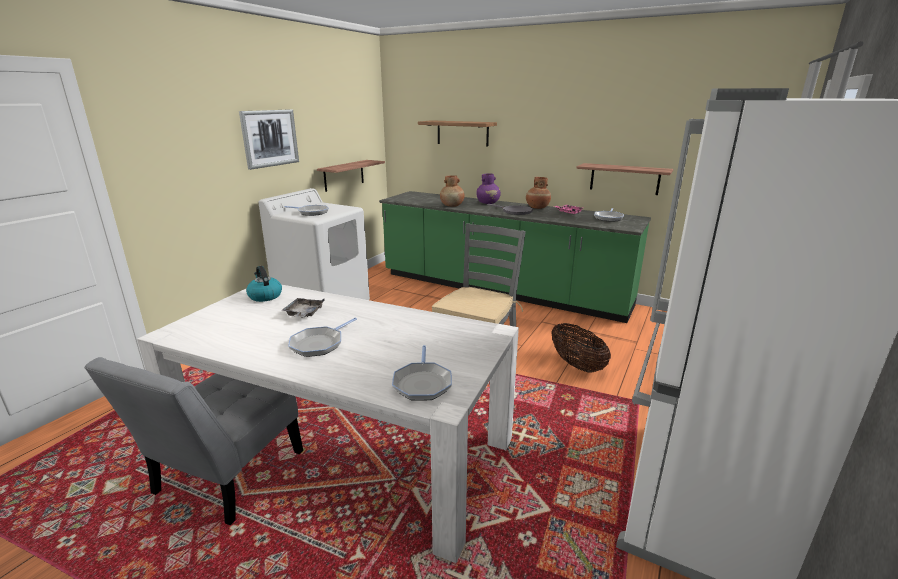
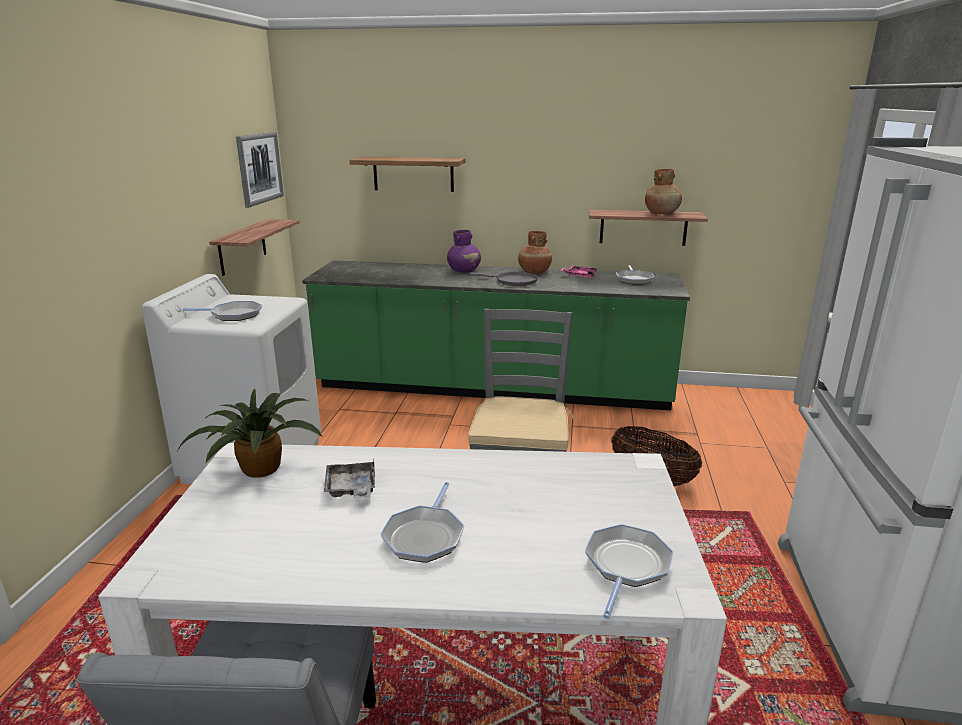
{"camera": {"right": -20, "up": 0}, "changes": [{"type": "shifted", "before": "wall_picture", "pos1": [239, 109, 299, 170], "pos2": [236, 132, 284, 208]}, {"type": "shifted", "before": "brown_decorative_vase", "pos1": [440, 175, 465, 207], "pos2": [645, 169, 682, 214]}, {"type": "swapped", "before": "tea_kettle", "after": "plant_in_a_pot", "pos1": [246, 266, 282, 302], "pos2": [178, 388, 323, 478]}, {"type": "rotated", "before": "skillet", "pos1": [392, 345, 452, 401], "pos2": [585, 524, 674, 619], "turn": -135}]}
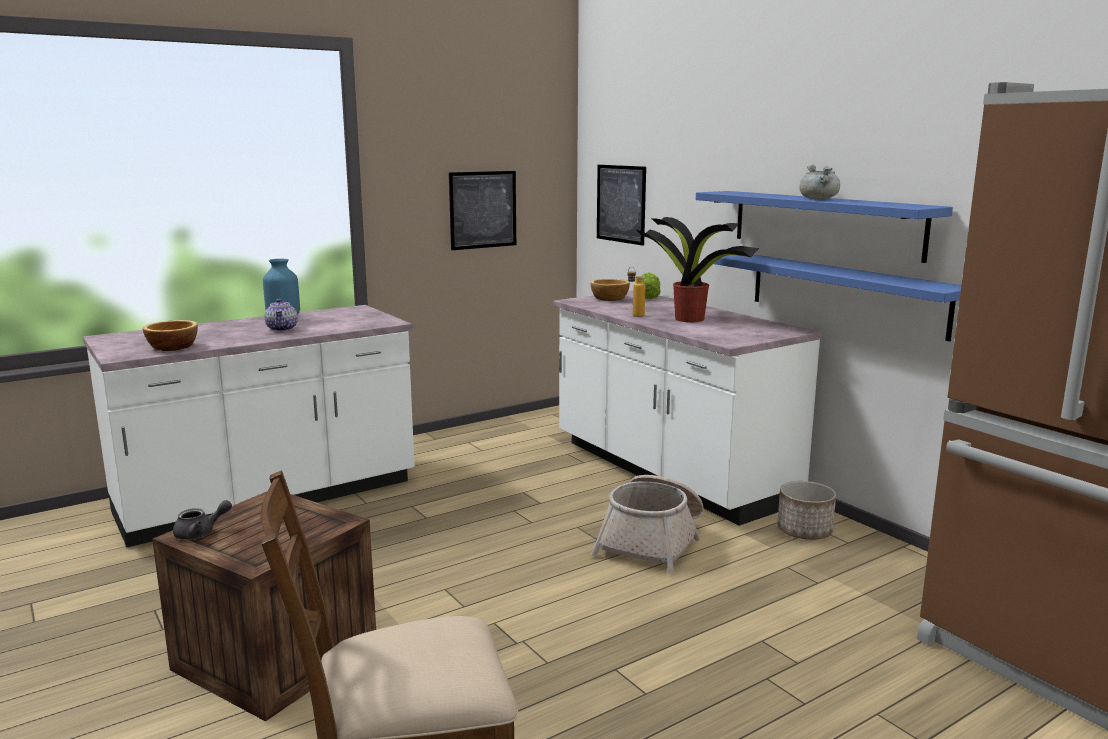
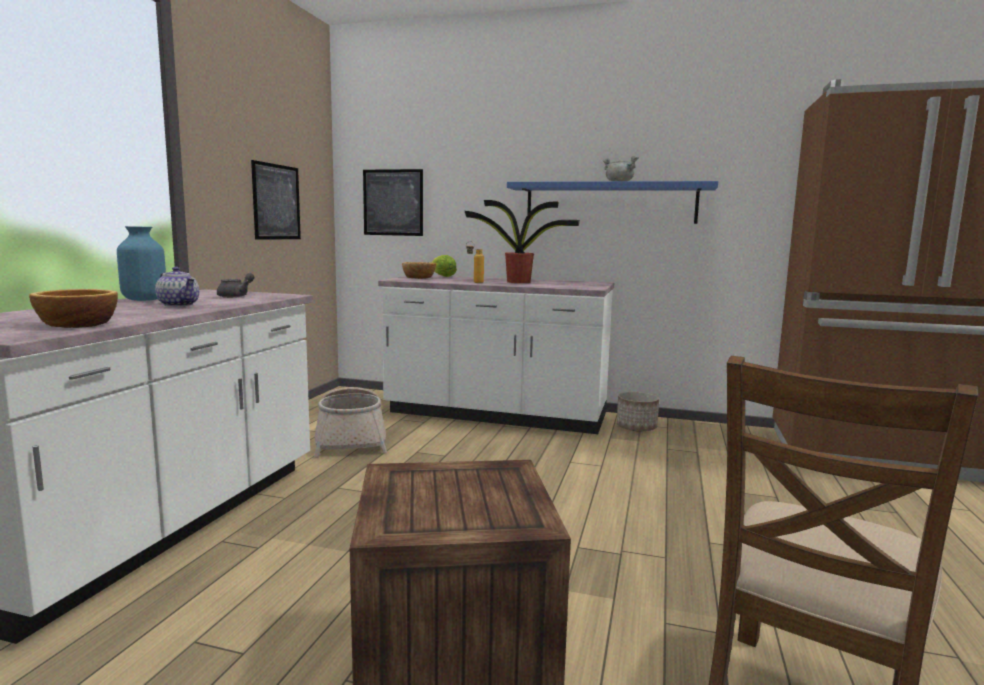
{"camera": {"right": -40, "up": -5}, "changes": [{"type": "gone", "before": "bluish_wall_shelf", "pos1": [714, 255, 961, 342]}, {"type": "shifted", "before": "gray_teapot", "pos1": [173, 500, 232, 540], "pos2": [217, 273, 254, 298]}, {"type": "shifted", "before": "storage_basket", "pos1": [591, 475, 704, 574], "pos2": [314, 387, 387, 458]}]}
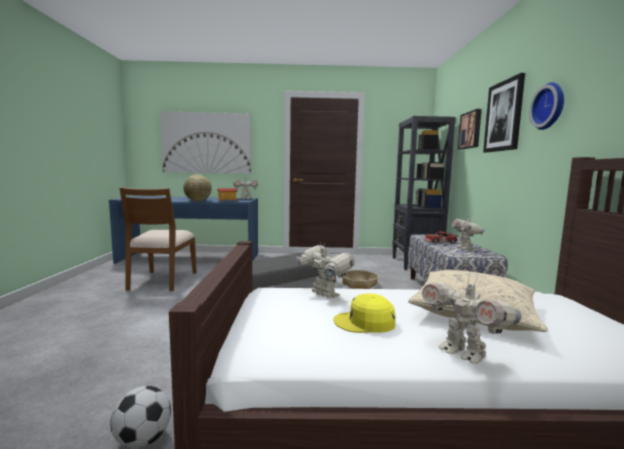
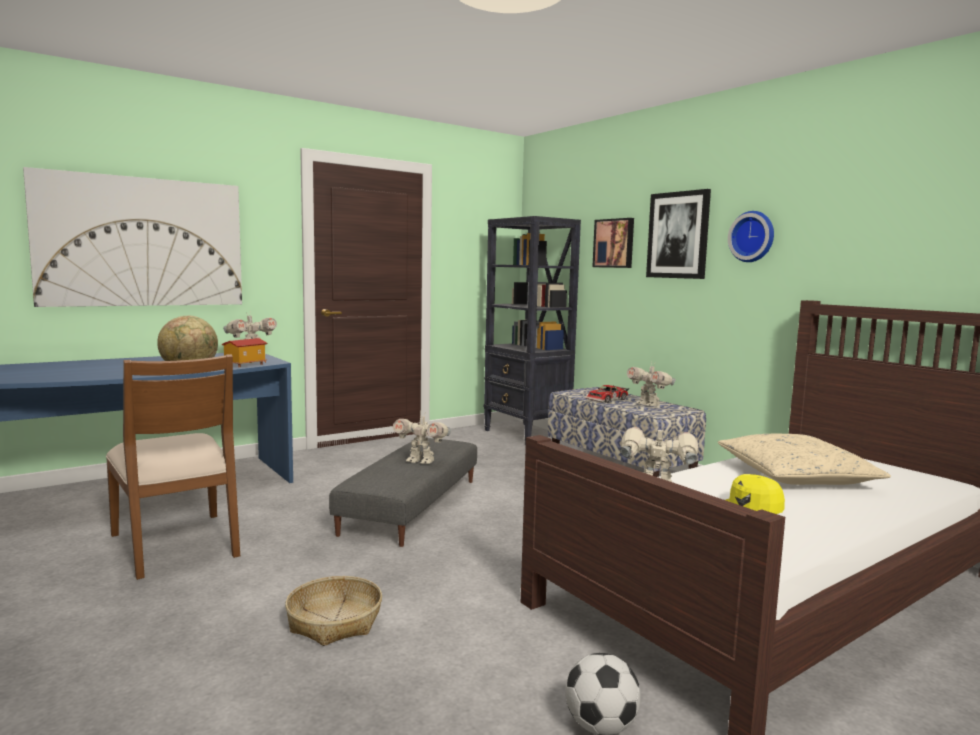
{"camera": {"right": -35, "up": 0}, "changes": [{"type": "shifted", "before": "storage_basket", "pos1": [342, 270, 378, 289], "pos2": [285, 576, 382, 646]}, {"type": "shifted", "before": "model_robot", "pos1": [422, 277, 522, 364], "pos2": [393, 411, 451, 464]}]}
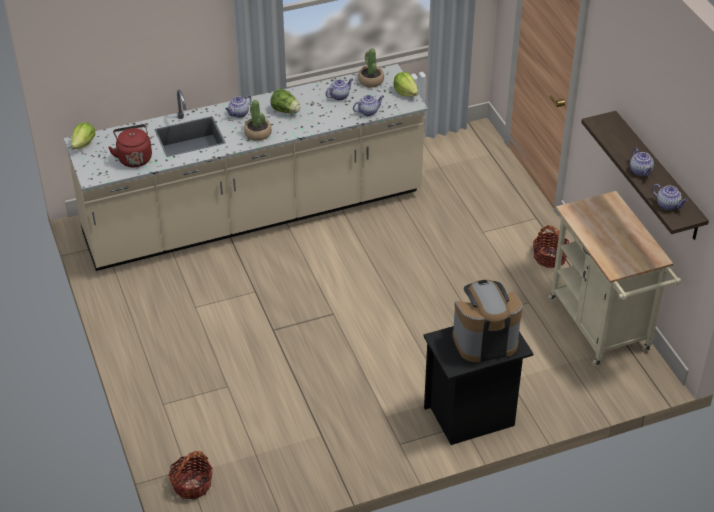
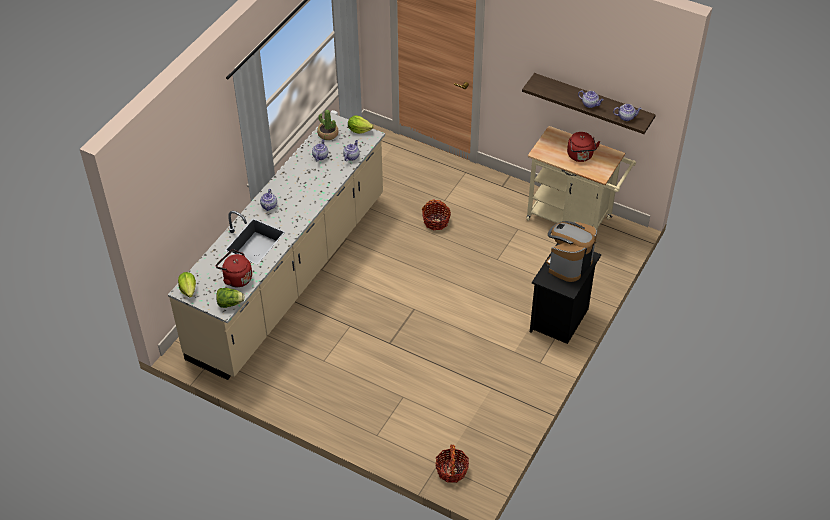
{"camera": {"right": -40, "up": 5}, "changes": [{"type": "gone", "before": "plant_in_a_pot", "pos1": [244, 100, 272, 141]}, {"type": "new", "after": "reddish_tea_kettle", "pos2": [567, 132, 600, 162]}, {"type": "shifted", "before": "lettuce_head", "pos1": [270, 88, 300, 113], "pos2": [216, 288, 245, 308]}, {"type": "shifted", "before": "storage_basket", "pos1": [533, 225, 569, 268], "pos2": [422, 199, 451, 230]}]}
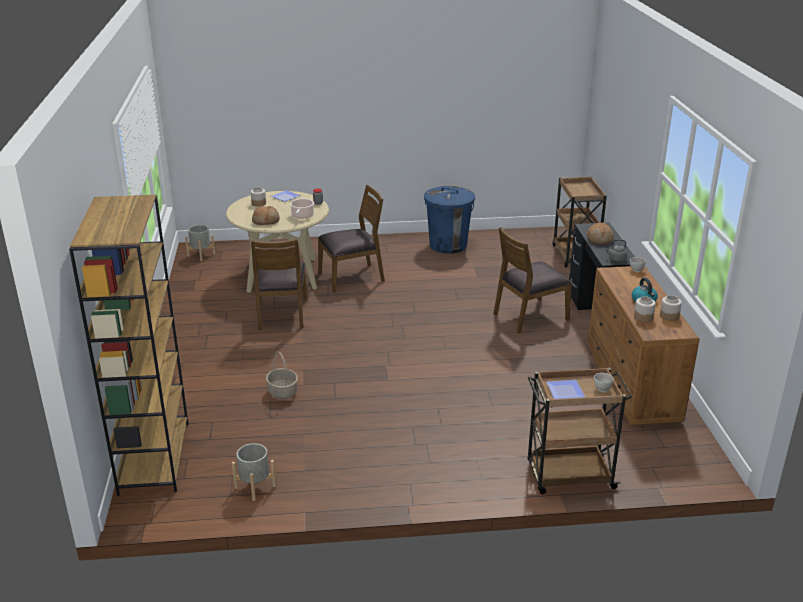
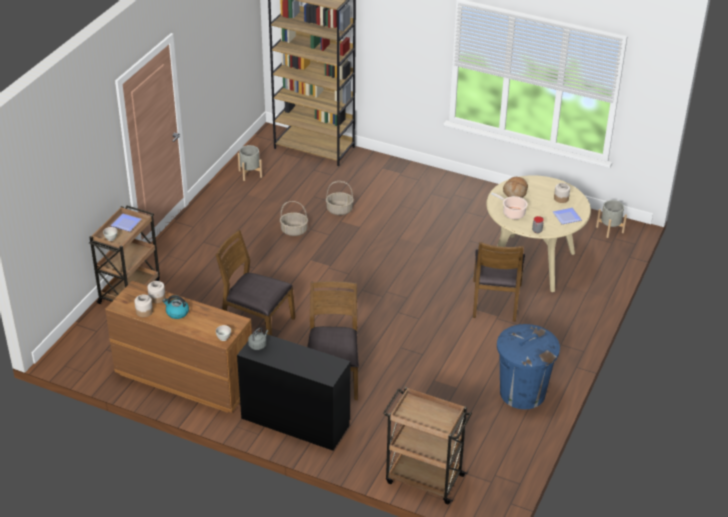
{"camera": {"right": 120, "up": 10}, "changes": [{"type": "gone", "before": "bakery_bread", "pos1": [587, 223, 614, 244]}, {"type": "new", "after": "storage_basket", "pos2": [280, 201, 308, 236]}, {"type": "shifted", "before": "brown_upright_chair", "pos1": [251, 238, 307, 330], "pos2": [216, 230, 295, 336]}]}
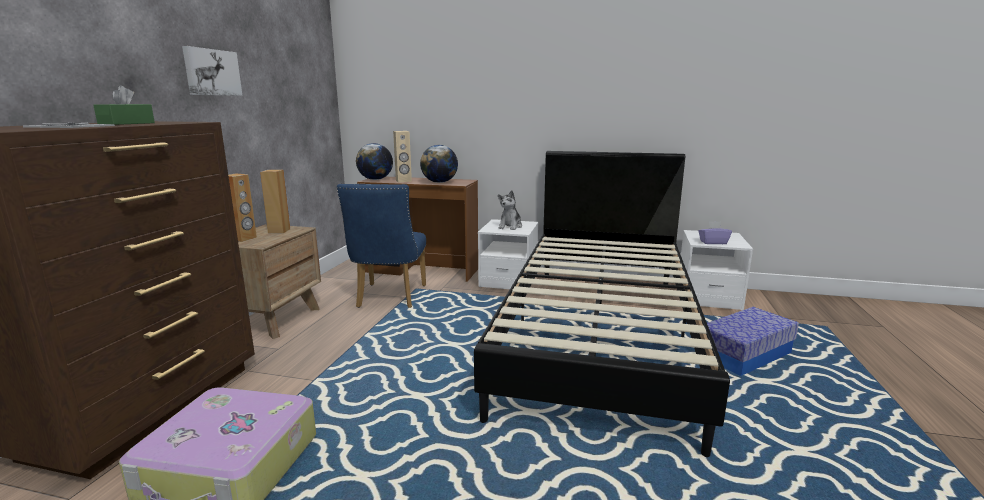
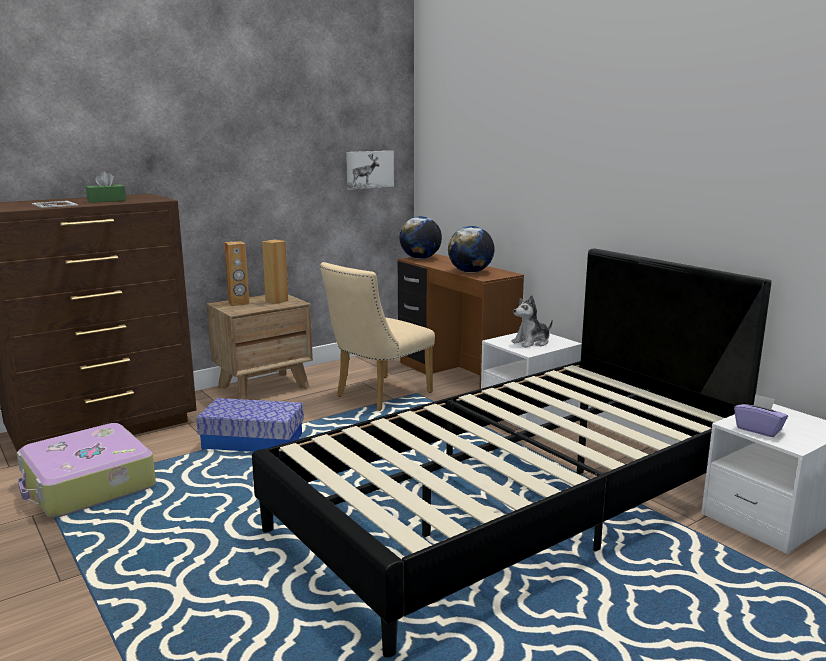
{"camera": {"right": 40, "up": 0}, "changes": [{"type": "gone", "before": "beige-coloured_loudspeaker", "pos1": [393, 131, 412, 182]}, {"type": "shifted", "before": "wall_picture", "pos1": [182, 46, 242, 96], "pos2": [346, 151, 394, 190]}, {"type": "shifted", "before": "storage_bin", "pos1": [707, 307, 799, 376], "pos2": [196, 398, 304, 452]}, {"type": "repainted", "before": "bluish_upright_chair", "after": "beige-coloured_upright_chair", "pos1": [337, 184, 426, 308], "pos2": [320, 262, 435, 411]}]}
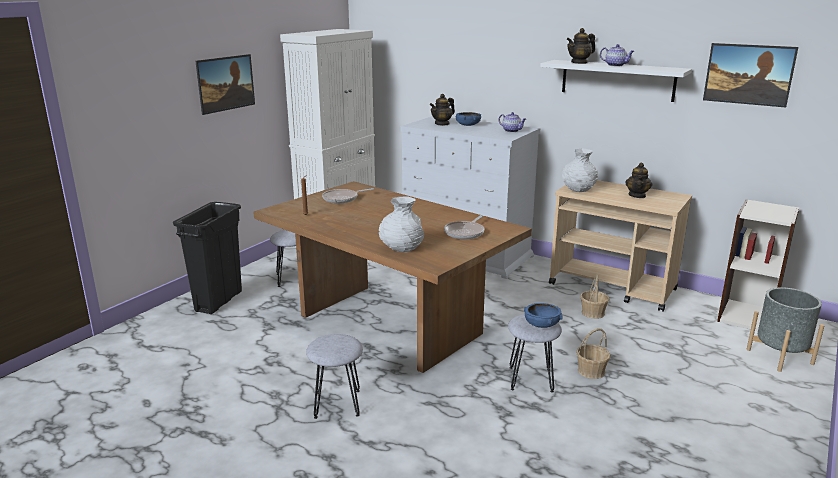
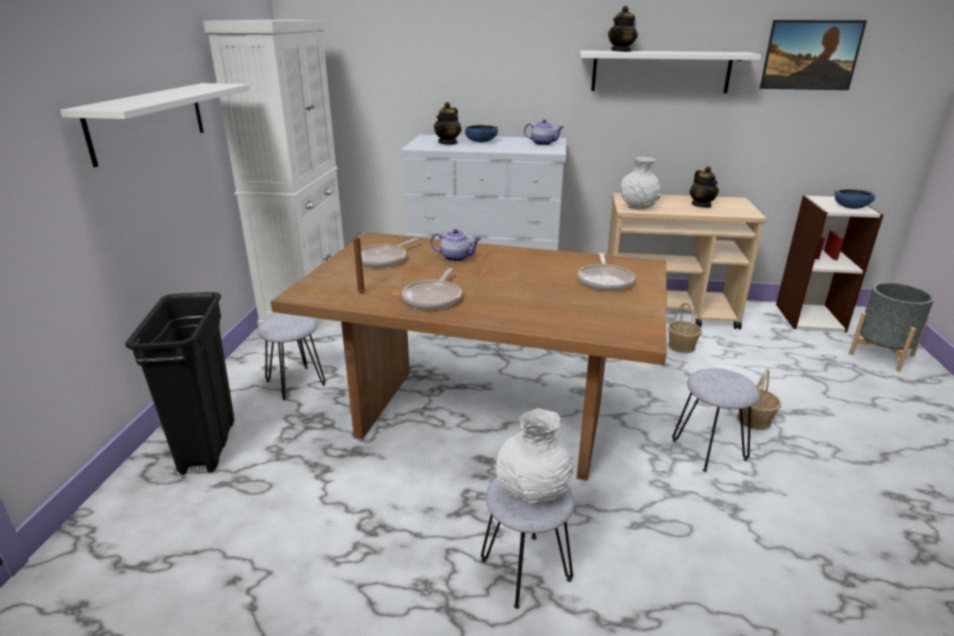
{"camera": {"right": -25, "up": 5}, "changes": [{"type": "new", "after": "skillet", "pos2": [402, 268, 462, 310]}, {"type": "shifted", "before": "white-coloured_decorative_vase", "pos1": [379, 197, 424, 252], "pos2": [496, 408, 573, 504]}, {"type": "shifted", "before": "bluish_deep_dish", "pos1": [524, 303, 563, 328], "pos2": [835, 189, 875, 209]}, {"type": "shifted", "before": "teapot", "pos1": [600, 44, 634, 66], "pos2": [431, 229, 481, 262]}, {"type": "swapped", "before": "wall_picture", "after": "white-coloured_wall_shelf", "pos1": [195, 54, 255, 115], "pos2": [60, 83, 250, 167]}]}
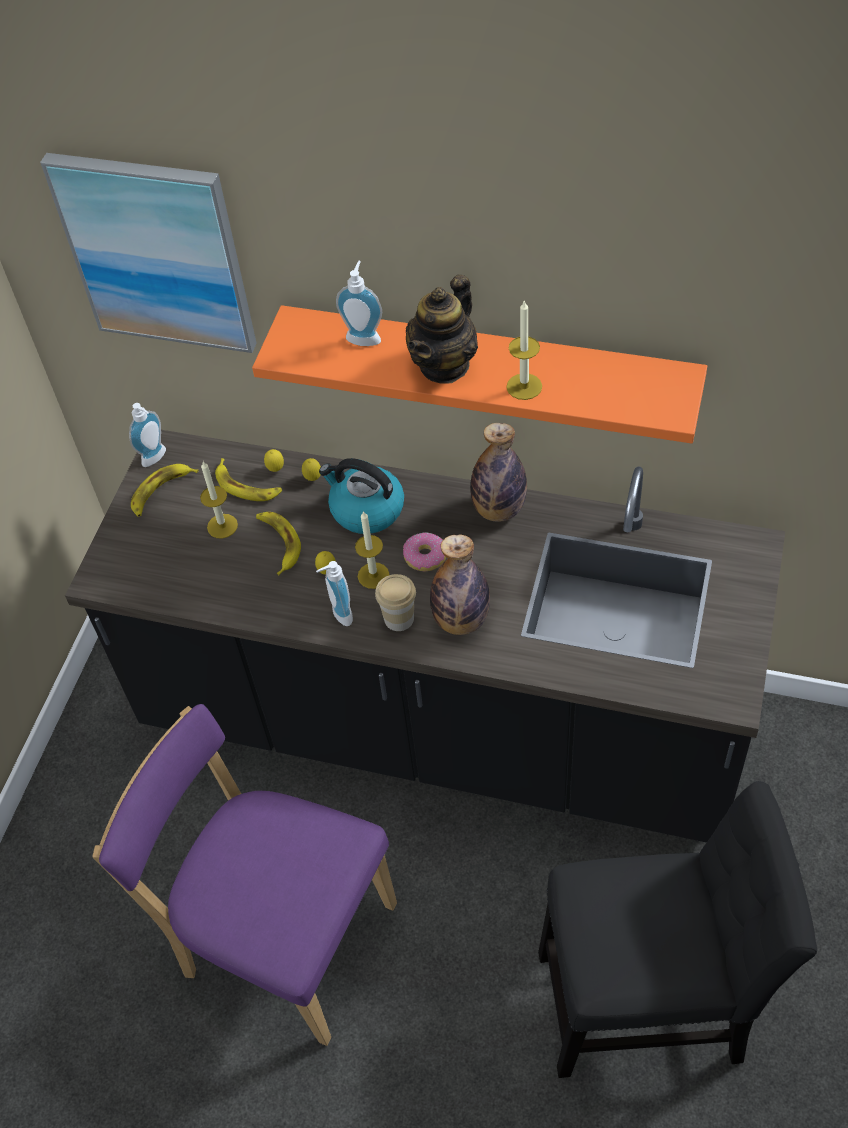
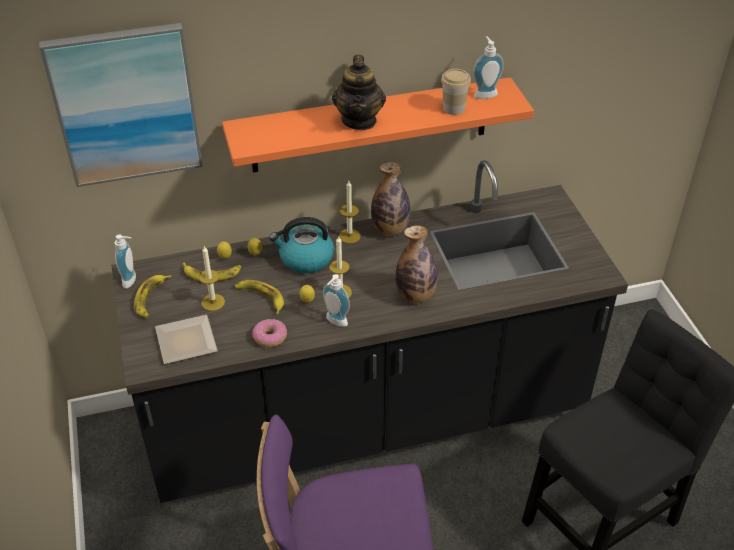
{"camera": {"right": -35, "up": -10}, "changes": [{"type": "new", "after": "plate", "pos2": [155, 315, 218, 364]}, {"type": "shifted", "before": "liquid_soap_bottle", "pos1": [336, 261, 382, 346], "pos2": [473, 36, 504, 99]}, {"type": "shifted", "before": "cup", "pos1": [375, 574, 416, 631], "pos2": [441, 69, 471, 115]}, {"type": "shifted", "before": "donut", "pos1": [403, 533, 446, 571], "pos2": [252, 319, 287, 347]}, {"type": "shifted", "before": "candle", "pos1": [506, 301, 542, 400], "pos2": [339, 181, 361, 243]}]}
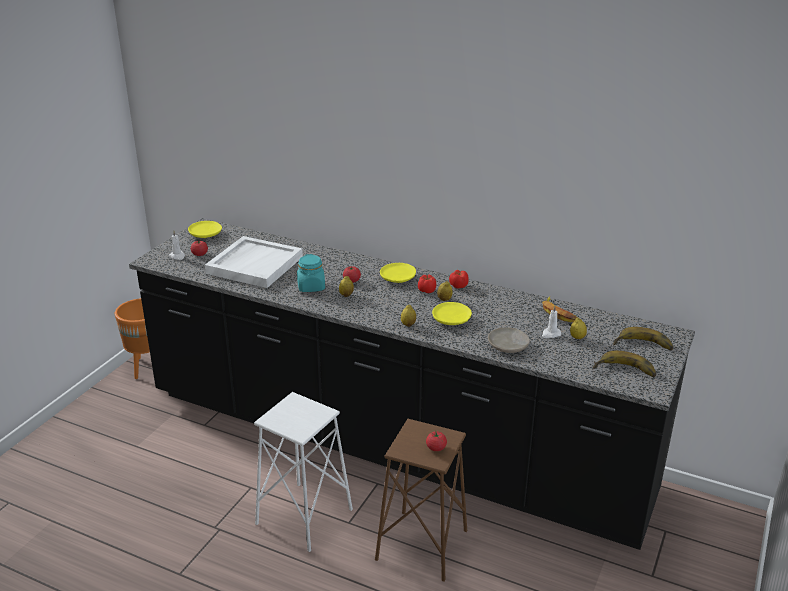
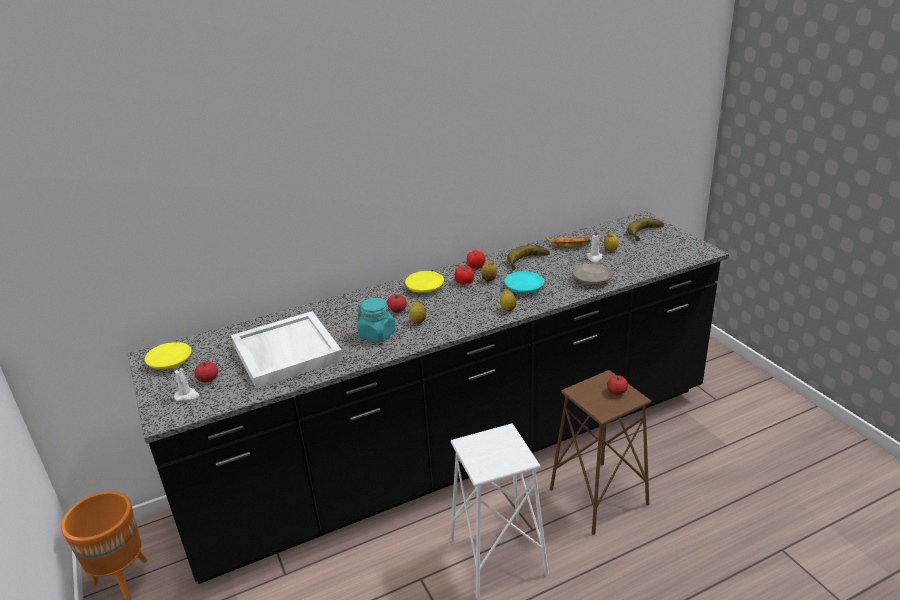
{"camera": {"right": -50, "up": 0}, "changes": [{"type": "shifted", "before": "banana_fruit", "pos1": [593, 351, 656, 377], "pos2": [507, 245, 550, 270]}, {"type": "repainted", "before": "yellowish_plate", "after": "blue-green_plate", "pos1": [432, 302, 472, 325], "pos2": [504, 271, 544, 293]}]}
